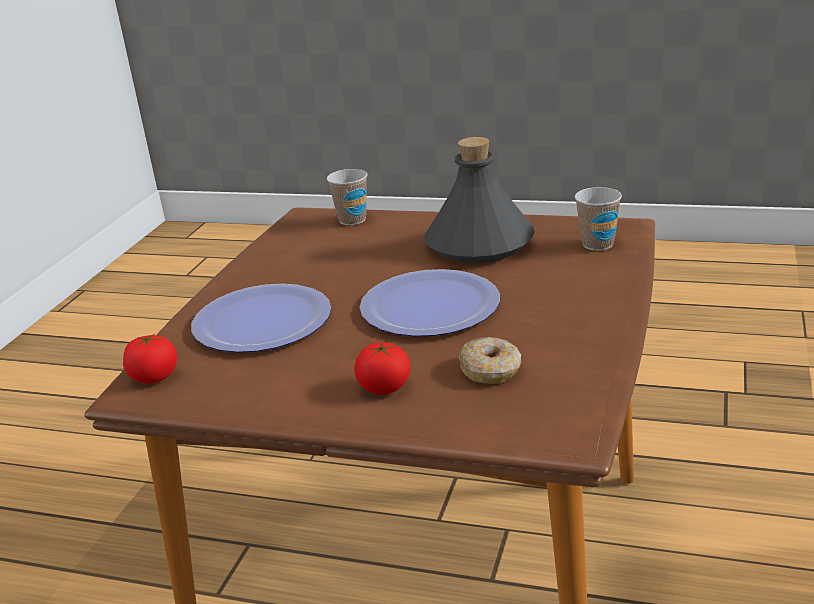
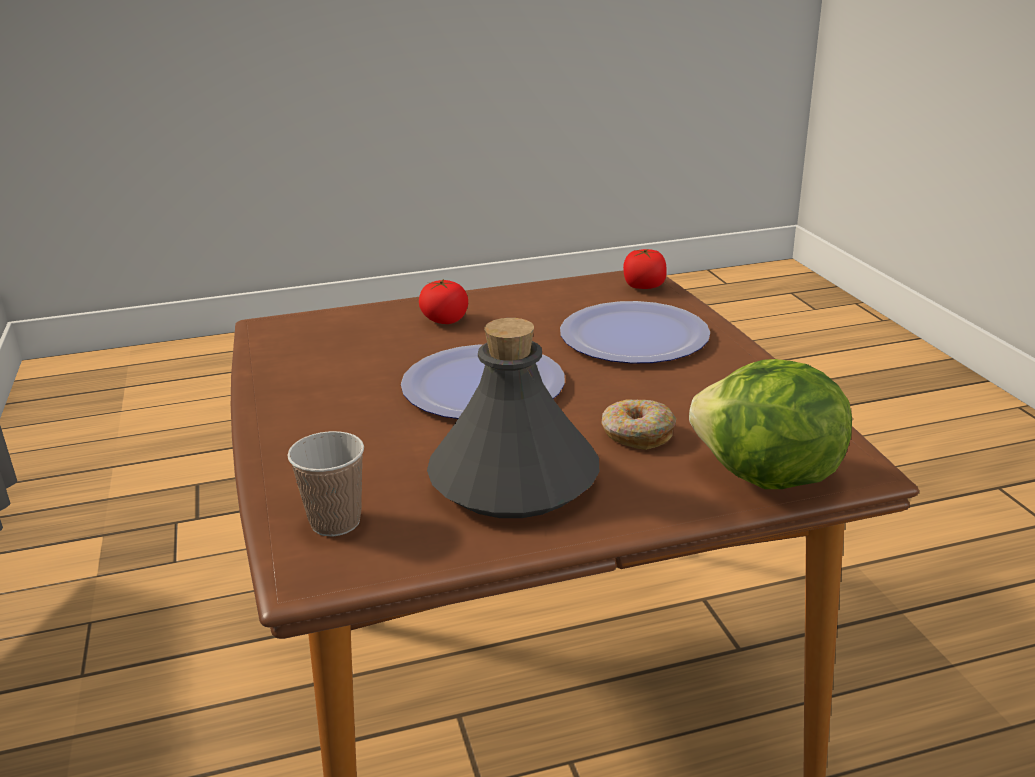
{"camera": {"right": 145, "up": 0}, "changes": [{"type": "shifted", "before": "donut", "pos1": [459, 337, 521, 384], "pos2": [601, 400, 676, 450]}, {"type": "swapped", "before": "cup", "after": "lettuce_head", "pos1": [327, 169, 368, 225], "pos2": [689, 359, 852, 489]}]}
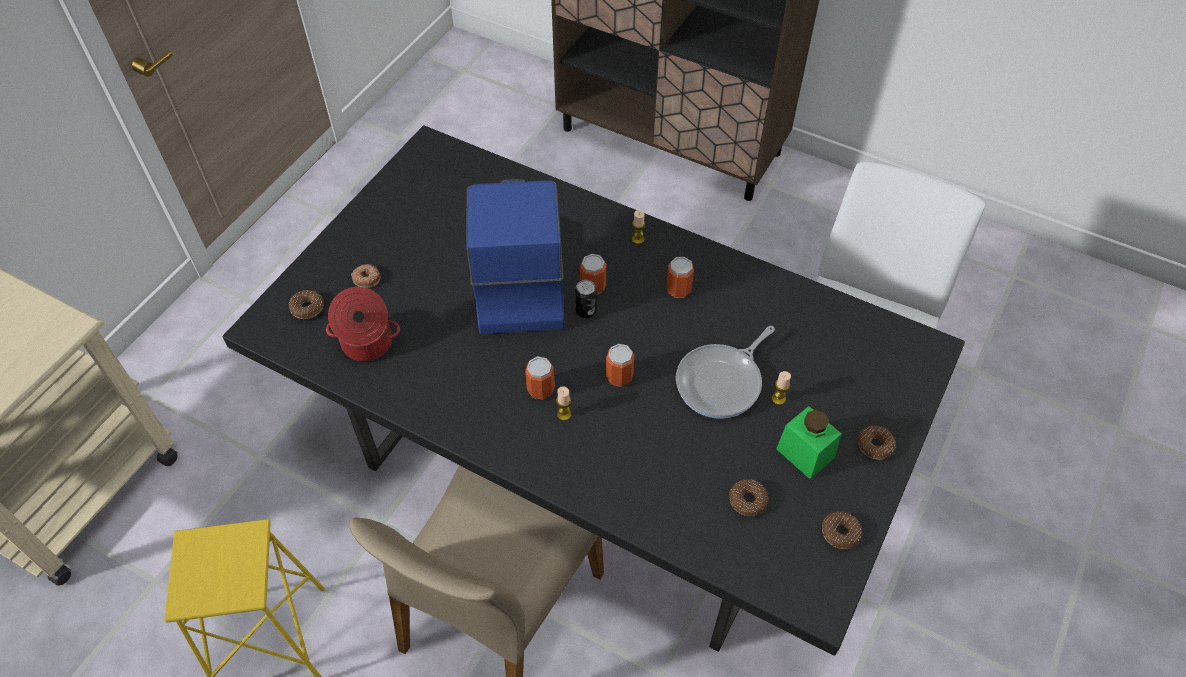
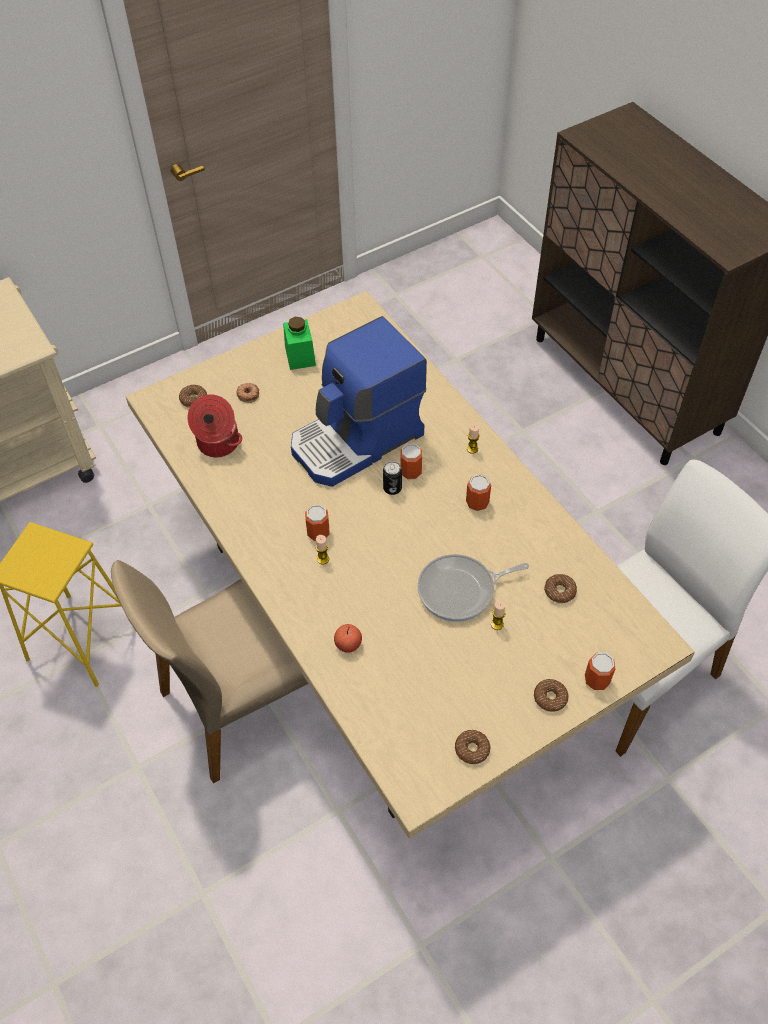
{"camera": {"right": 30, "up": 0}, "changes": [{"type": "new", "after": "whole_apple", "pos2": [334, 624, 362, 653]}, {"type": "shifted", "before": "metal_can", "pos1": [606, 344, 634, 387], "pos2": [585, 652, 616, 690]}, {"type": "shifted", "before": "donut", "pos1": [729, 479, 769, 516], "pos2": [544, 574, 577, 603]}, {"type": "shifted", "before": "greenish_preserve_jar", "pos1": [776, 406, 842, 479], "pos2": [283, 317, 316, 370]}, {"type": "repainted", "before": "blackish_dining_table", "after": "beige-coloured_dining_table", "pos1": [222, 125, 965, 656], "pos2": [126, 291, 695, 838]}, {"type": "rotated", "before": "coffee_machine", "pos1": [467, 179, 565, 334], "pos2": [291, 316, 427, 487], "turn": -150}]}
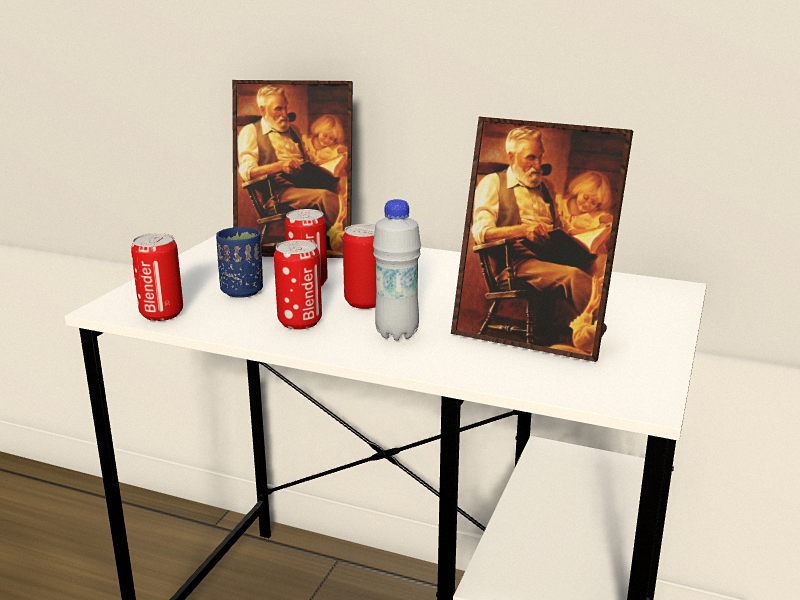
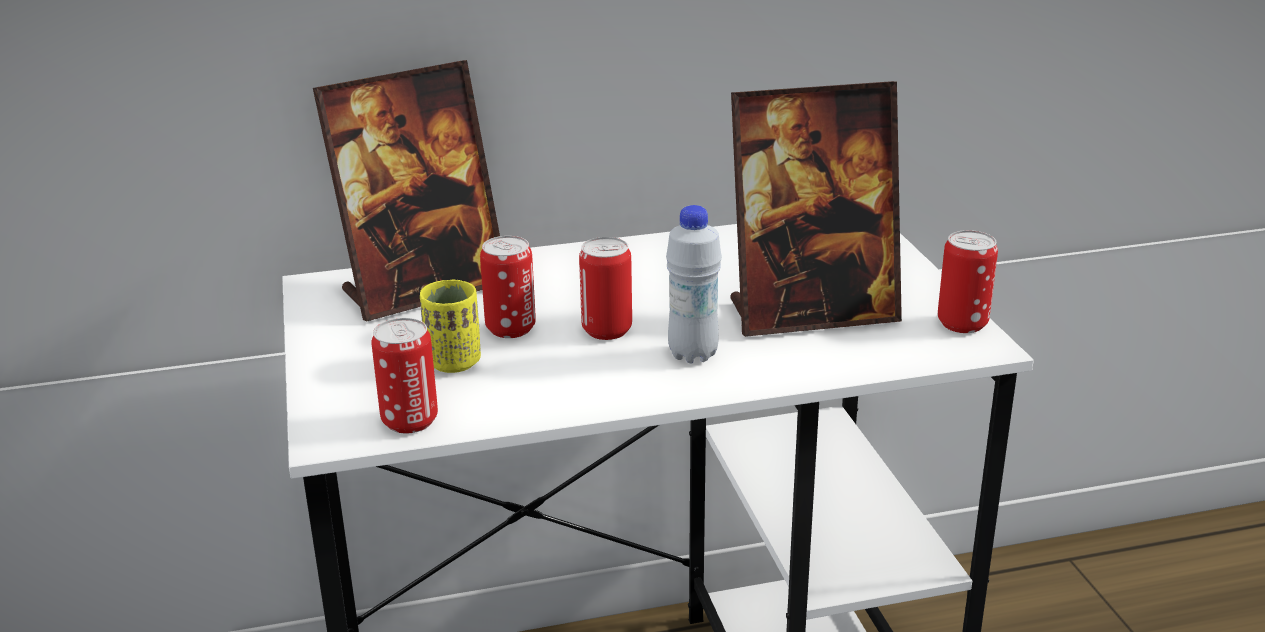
{"camera": {"right": -35, "up": 5}, "changes": [{"type": "shifted", "before": "metal_can", "pos1": [274, 240, 322, 330], "pos2": [938, 230, 998, 333]}, {"type": "repainted", "before": "bluish_cup", "after": "yellowish_cup", "pos1": [216, 227, 263, 298], "pos2": [420, 279, 481, 373]}]}
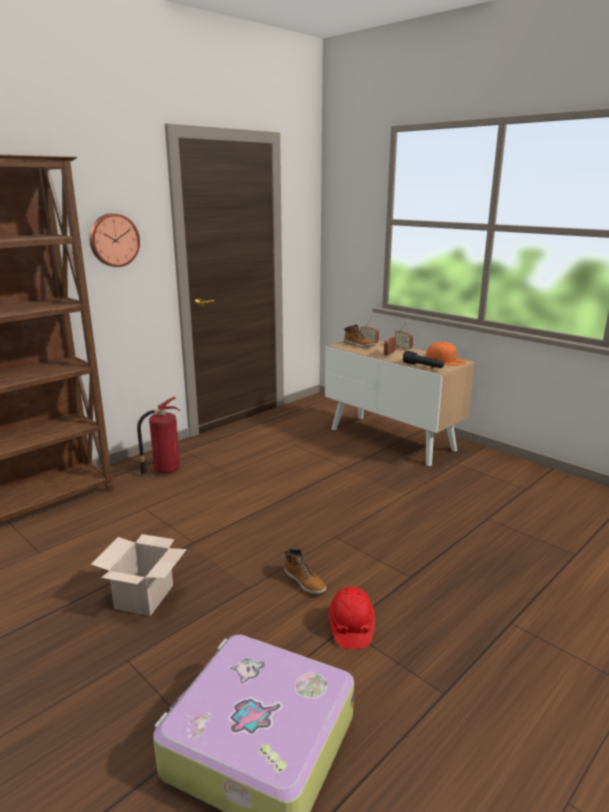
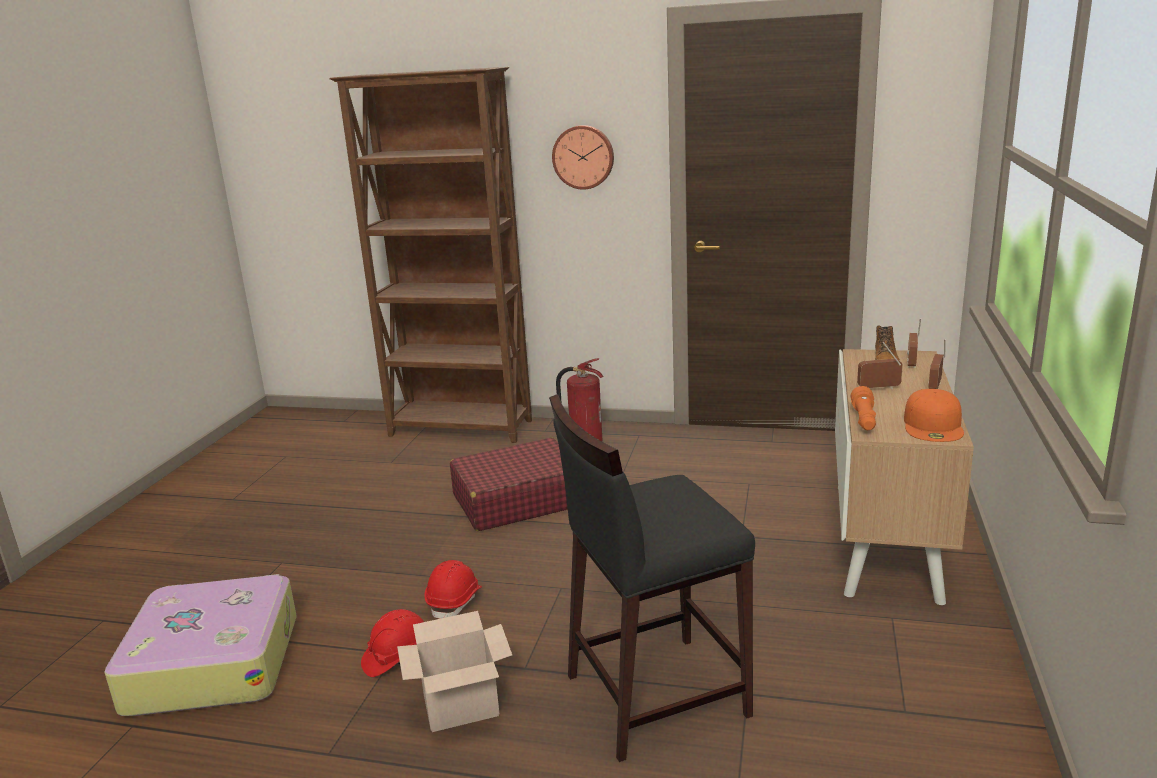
{"camera": {"right": 60, "up": 0}, "changes": [{"type": "new", "after": "reddish_travel_case", "pos2": [450, 437, 568, 531]}, {"type": "new", "after": "blackish_stool", "pos2": [549, 394, 755, 762]}, {"type": "shifted", "before": "packing_box", "pos1": [91, 534, 187, 616], "pos2": [397, 611, 512, 732]}, {"type": "swapped", "before": "high-top_boot", "after": "reddish_hard_hat", "pos1": [284, 549, 326, 594], "pos2": [425, 560, 482, 619]}, {"type": "repainted", "before": "blackish_torch", "after": "orange_torch", "pos1": [403, 351, 444, 368], "pos2": [850, 386, 876, 430]}]}
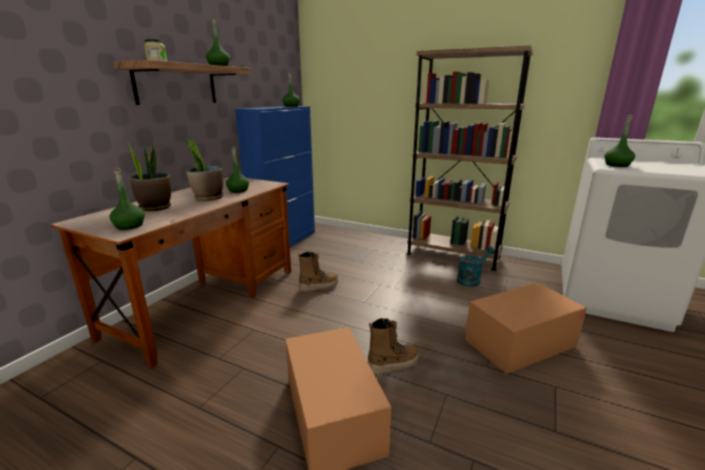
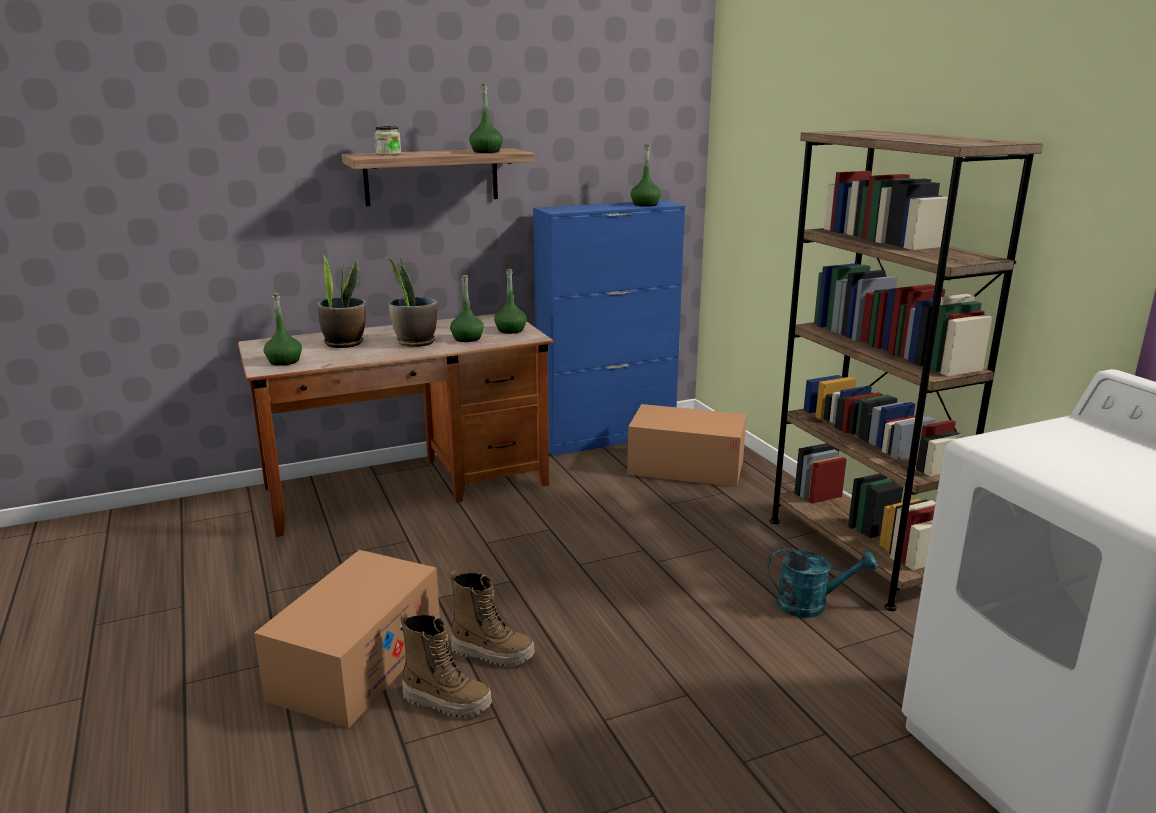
{"camera": {"right": 40, "up": 0}, "changes": [{"type": "shifted", "before": "high-top_boot", "pos1": [298, 252, 338, 292], "pos2": [401, 613, 492, 718]}, {"type": "shifted", "before": "packing_box", "pos1": [465, 283, 587, 374], "pos2": [627, 404, 747, 487]}, {"type": "shifted", "before": "greenish_bottle", "pos1": [604, 115, 635, 167], "pos2": [494, 269, 527, 334]}]}
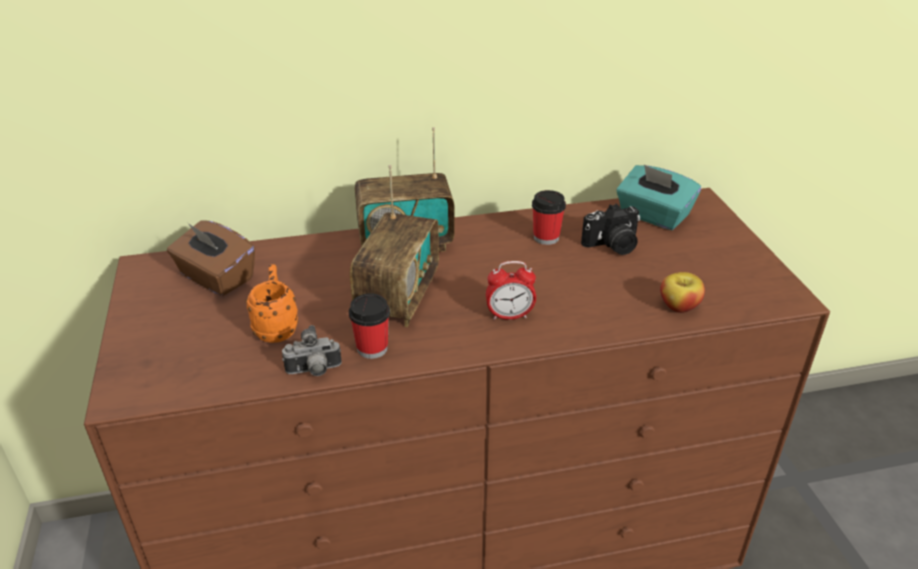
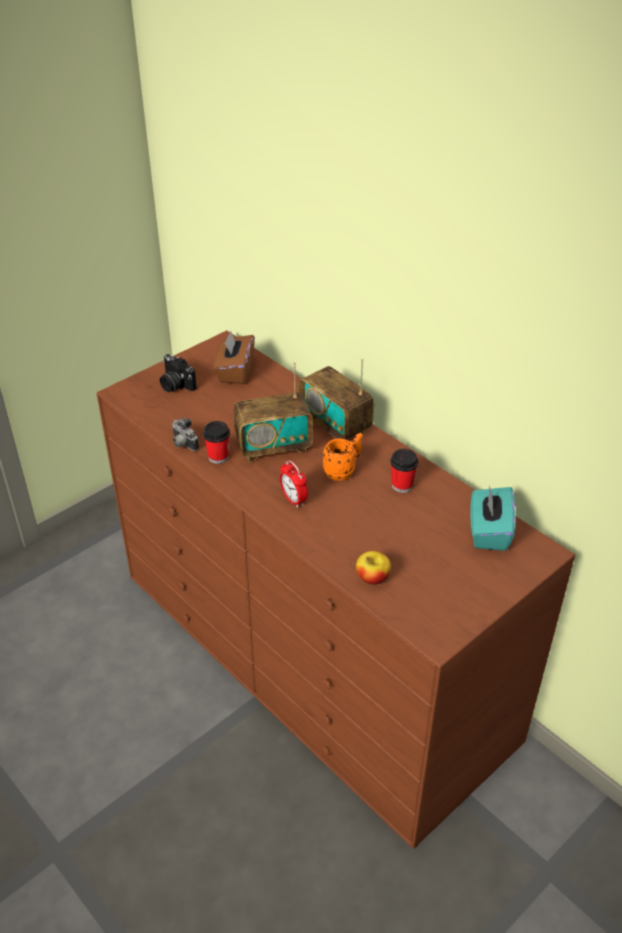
{"camera": {"right": 60, "up": 5}, "changes": [{"type": "shifted", "before": "orange_tea_mug", "pos1": [246, 264, 298, 343], "pos2": [323, 433, 363, 481]}, {"type": "shifted", "before": "still_camera", "pos1": [581, 204, 640, 255], "pos2": [160, 354, 197, 392]}]}
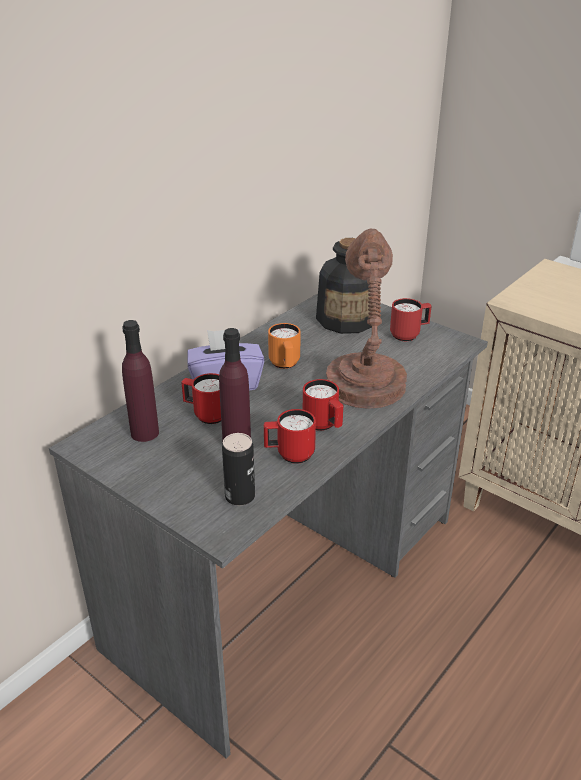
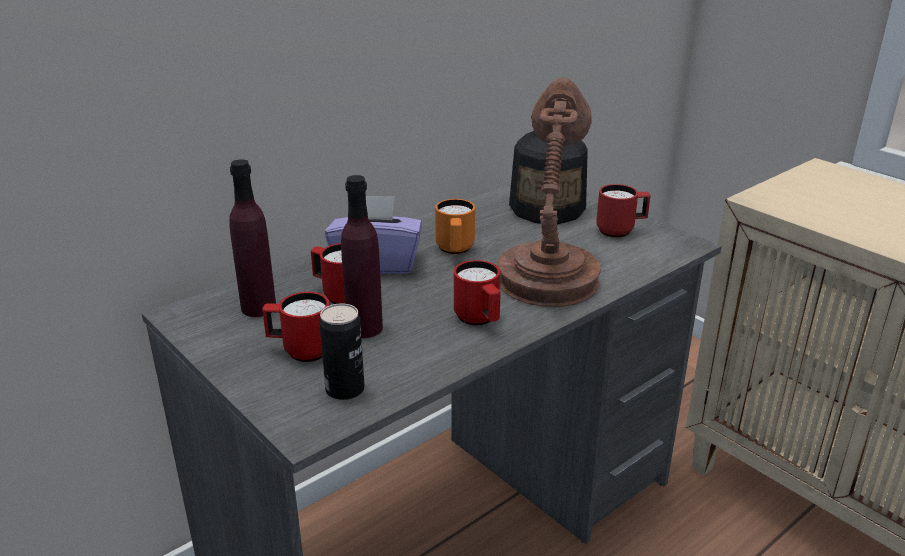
{"camera": {"right": 10, "up": -5}, "changes": [{"type": "shifted", "before": "reddish_tea_mug", "pos1": [264, 409, 316, 464], "pos2": [262, 292, 330, 362]}]}
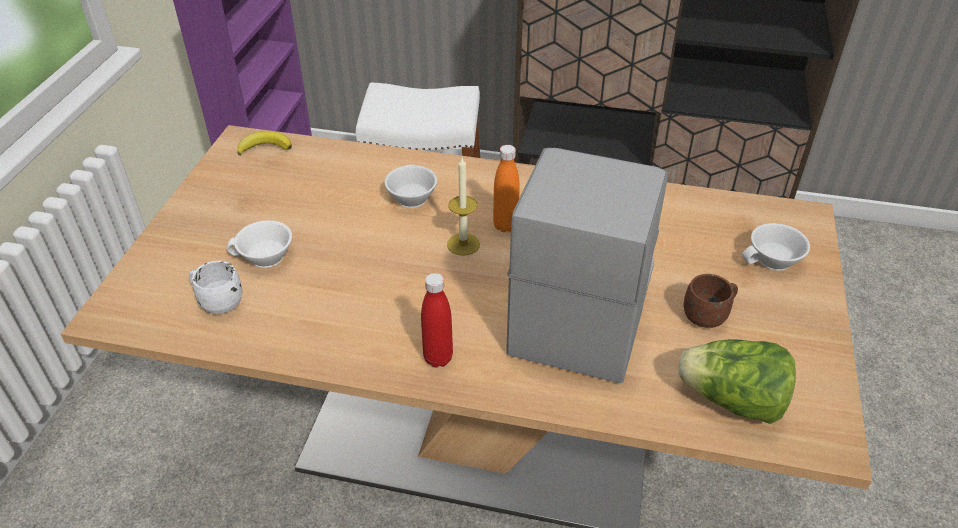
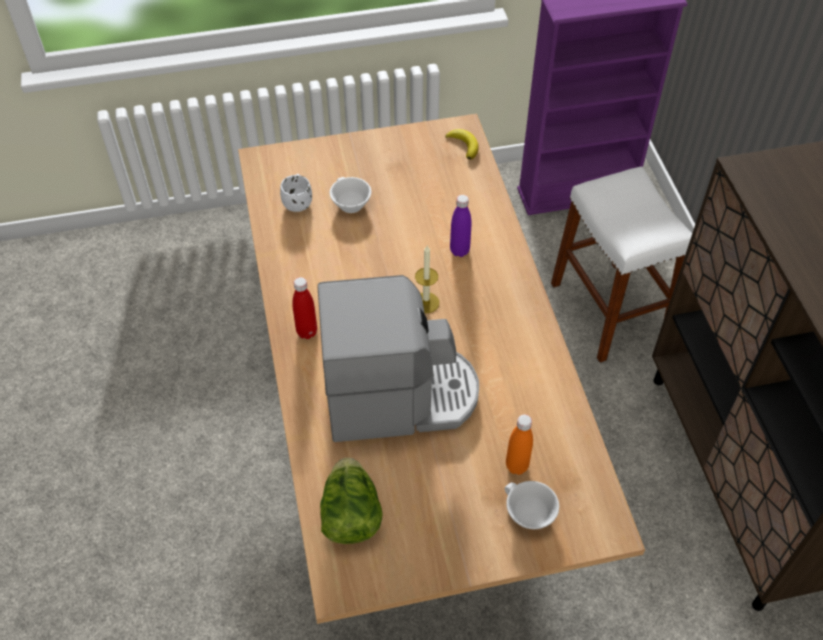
{"camera": {"right": 65, "up": 10}, "changes": [{"type": "gone", "before": "brown_tea_mug", "pos1": [683, 274, 738, 328]}, {"type": "shifted", "before": "orange_bottle", "pos1": [493, 145, 520, 232], "pos2": [506, 415, 533, 475]}, {"type": "swapped", "before": "white-coloured_cup", "after": "purple_bottle", "pos1": [384, 164, 437, 208], "pos2": [450, 195, 472, 257]}]}
